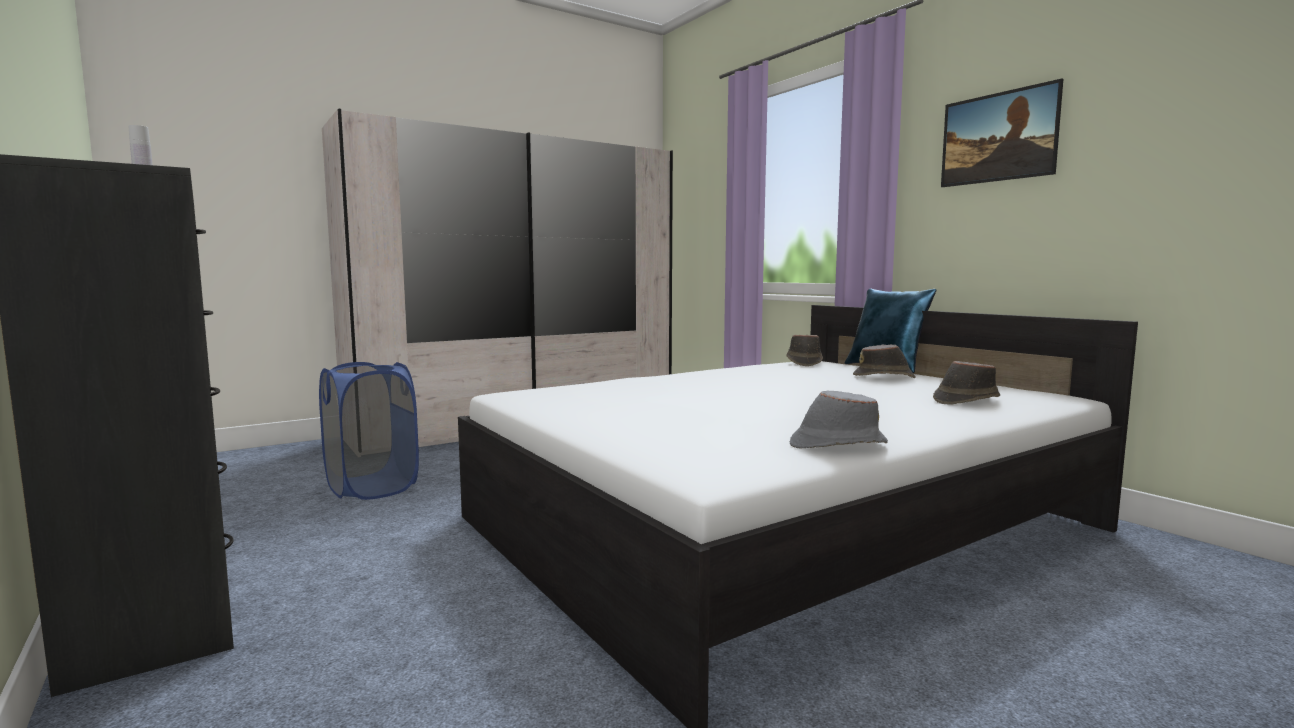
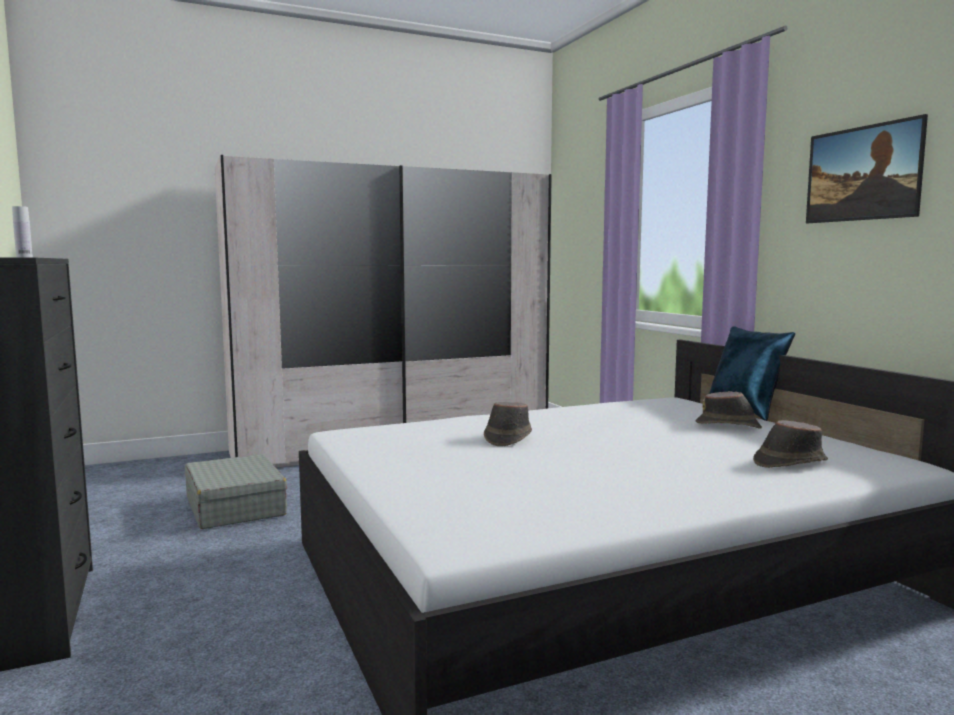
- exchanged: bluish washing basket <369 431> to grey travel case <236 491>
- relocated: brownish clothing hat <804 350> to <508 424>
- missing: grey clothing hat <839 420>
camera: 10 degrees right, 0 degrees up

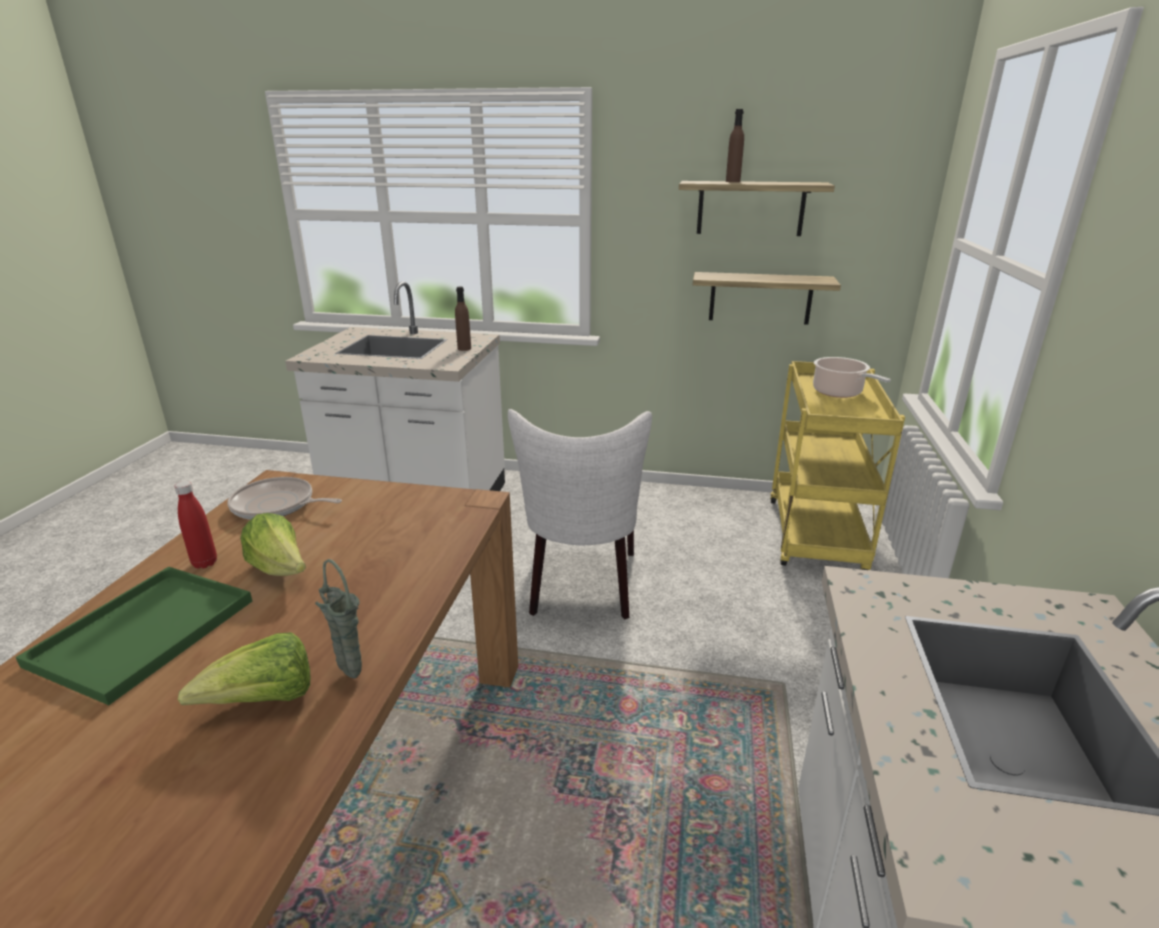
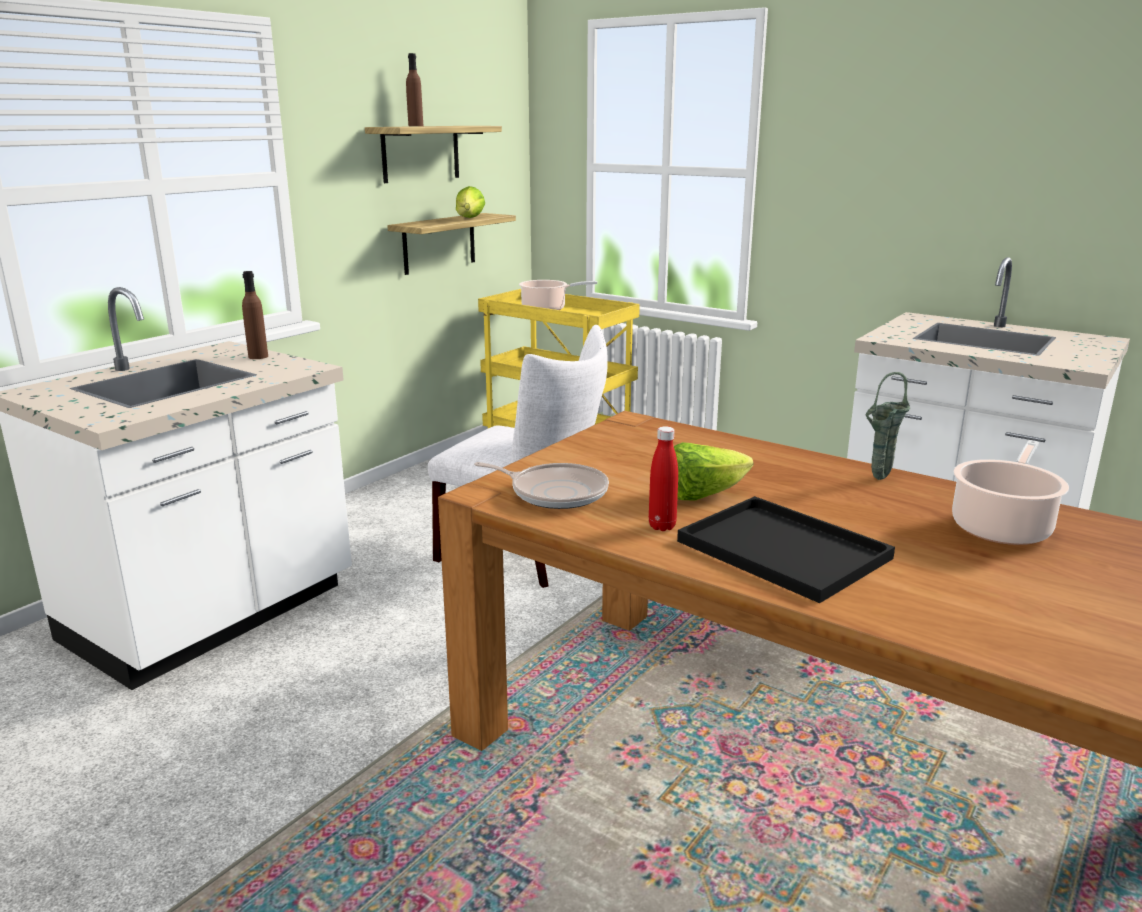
- relocated: lettuce <244 668> to <470 202>
- spun: pan <284 498> = <541 485> 105 degrees counterclockwise
- colour: green serving tray <134 636> to blackish serving tray <786 549>
- appeared: stockpot <1010 492>
camera: 65 degrees left, 5 degrees down

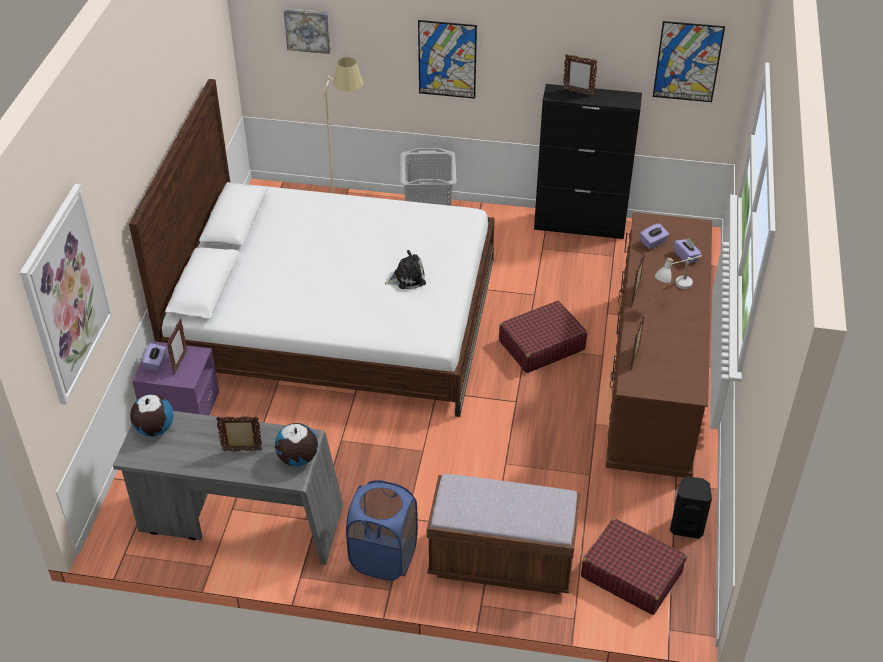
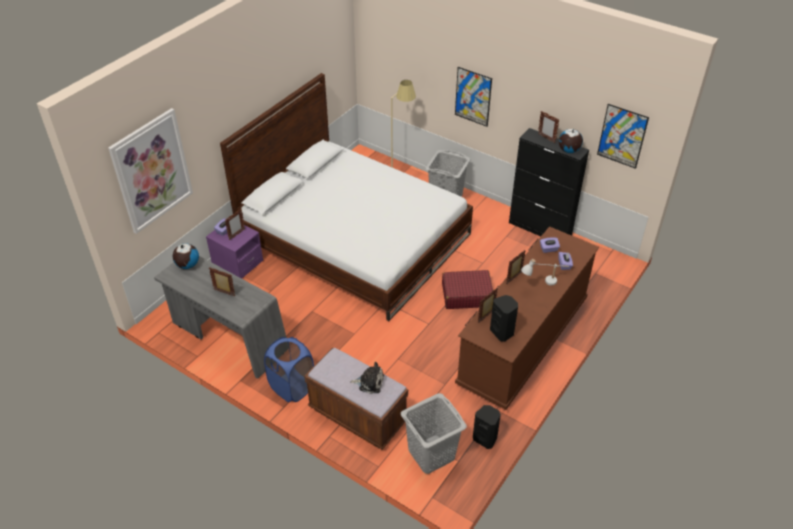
- relocated: plush toy <405 269> to <367 378>
- exchanged: red travel case <634 566> to grey washing basket <434 433>
- appeared: blackish loudspeaker <504 318>
- relocated: globe <296 444> to <571 141>
- missing: picture <307 31>
camera: 25 degrees right, 0 degrees up

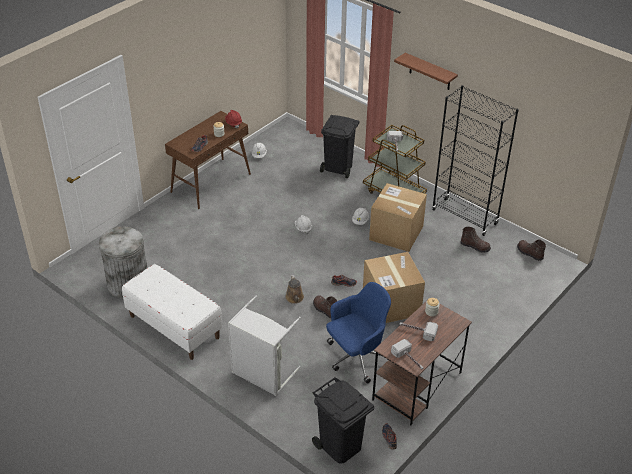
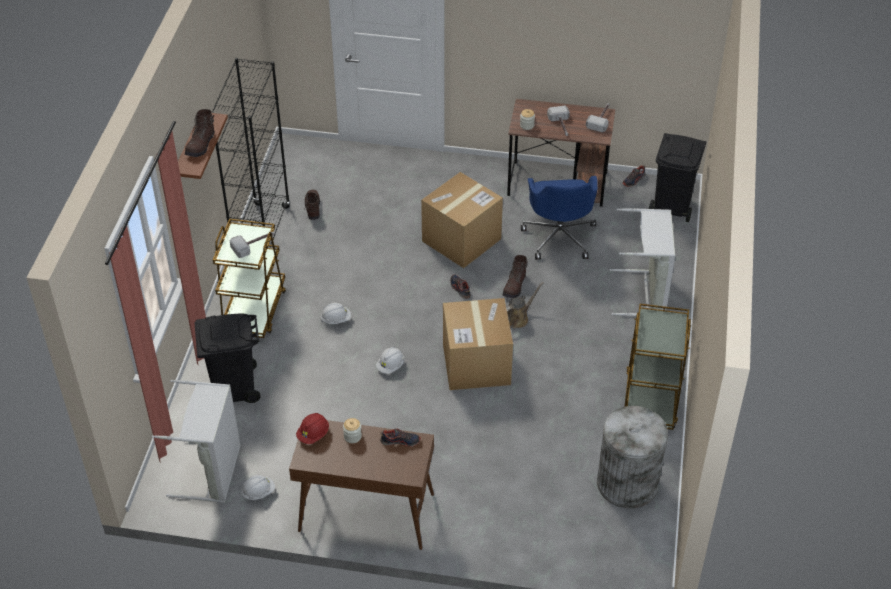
- appeared: grey washing basket <196 441>
- relocated: brownish boot <531 250> to <200 133>
- relocated: cardboard box <398 217> to <478 344>
- spun: bluish desk chair <358 332> = <559 218> 120 degrees counterclockwise
- exchanged: white-coloured long seat <172 312> to brownish wheeled cart <658 367>
camera: 120 degrees left, 5 degrees up

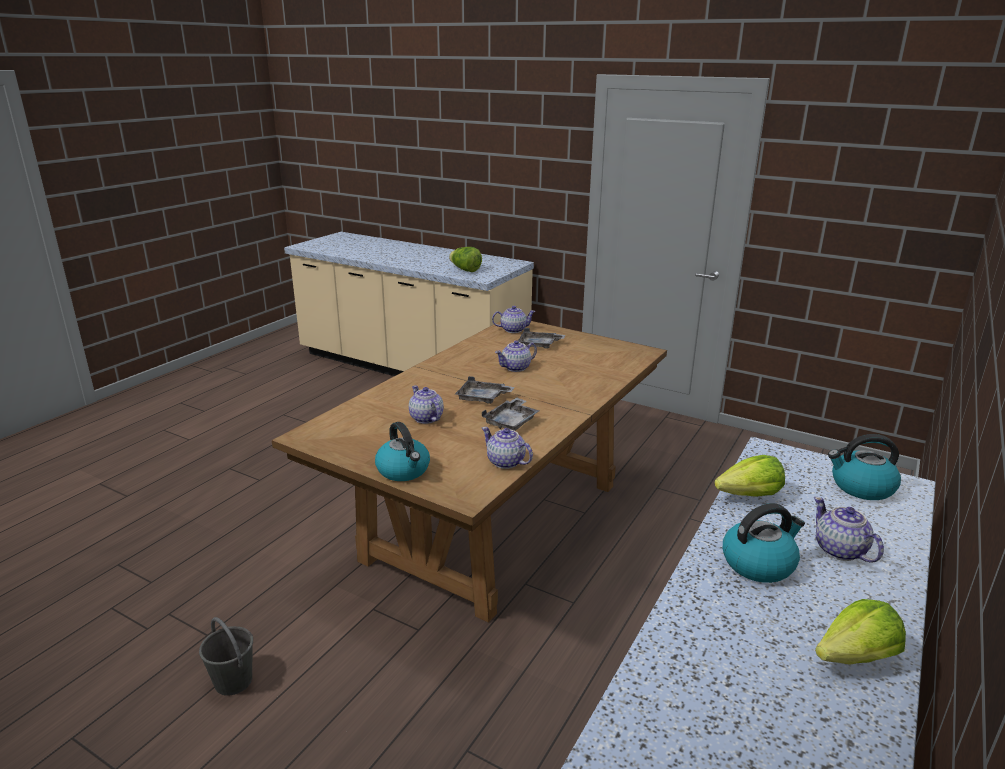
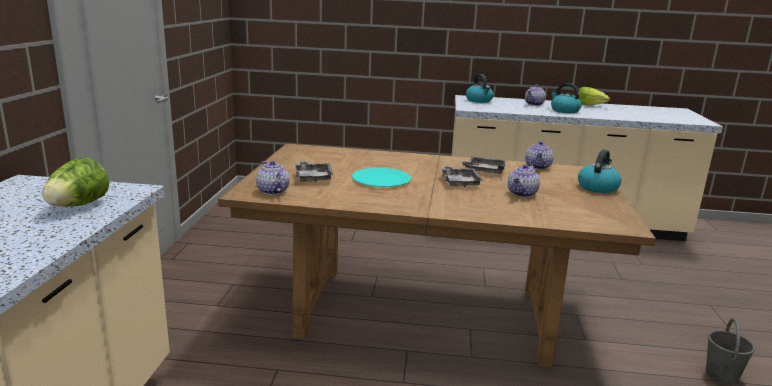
- exchanged: tea pot <516 356> to turquoise flat dish <381 177>
- missing: lettuce <749 476>
camera: 115 degrees left, 5 degrees down

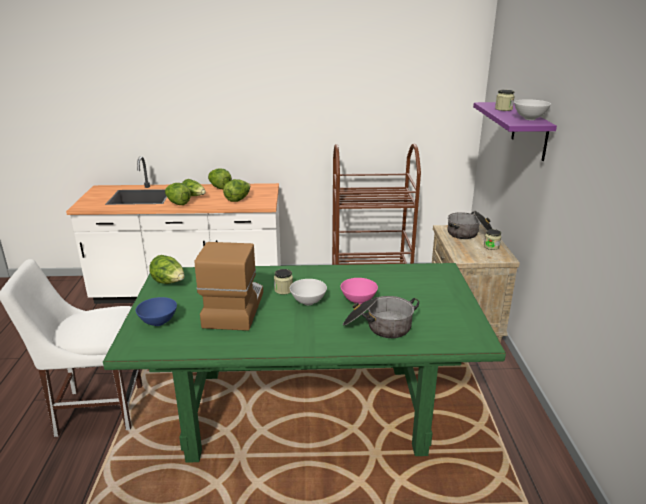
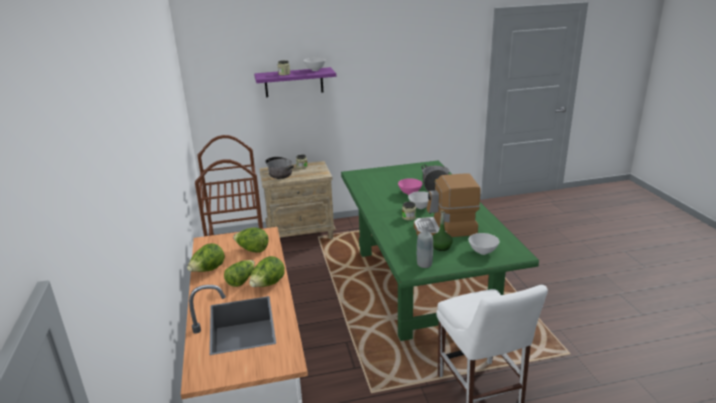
- exchanged: lettuce <167 269> to grey beverage bottle <425 246>
- appeared: green beverage bottle <443 230>
- colour: bluish serving bowl <156 311> to white-coloured serving bowl <483 244>
camera: 100 degrees left, 0 degrees up

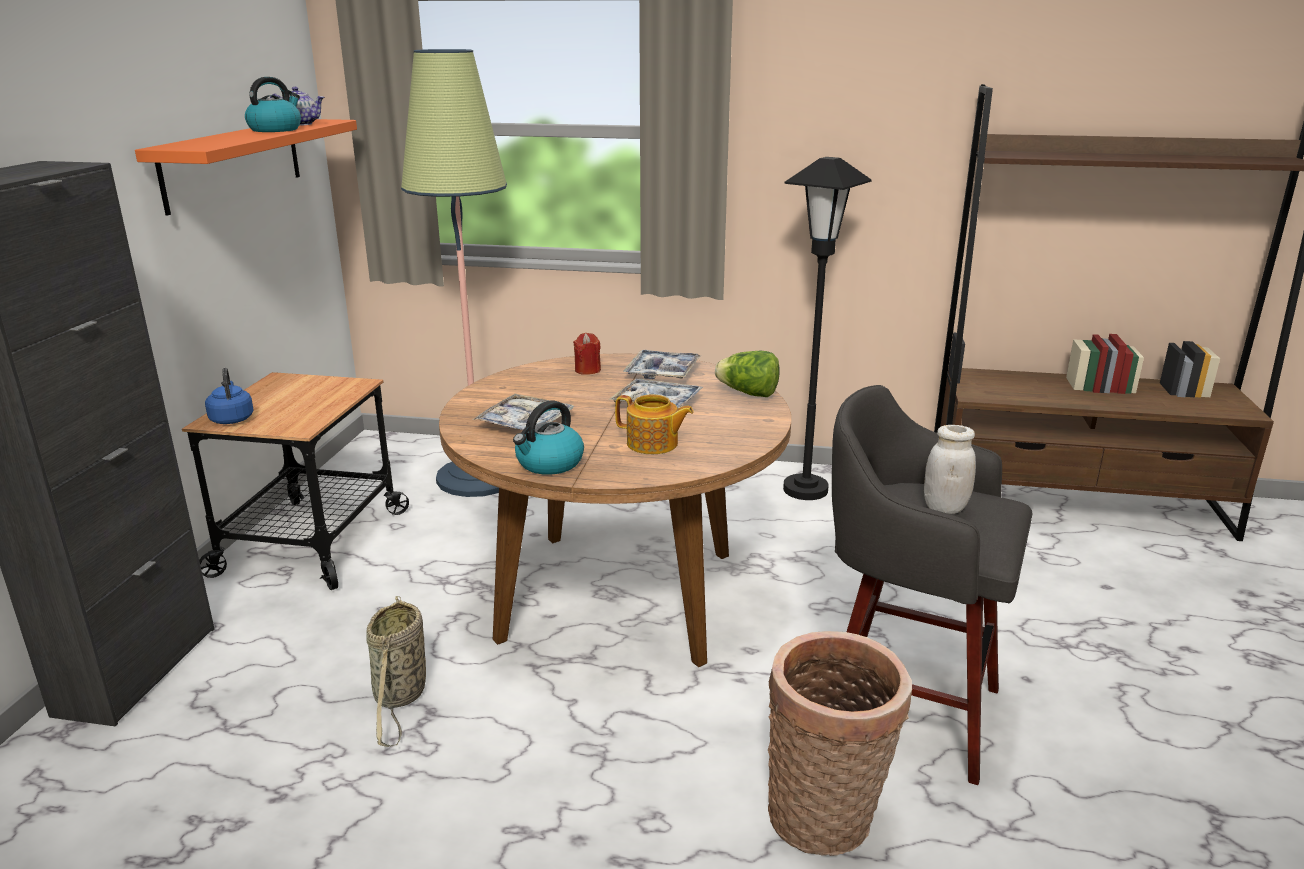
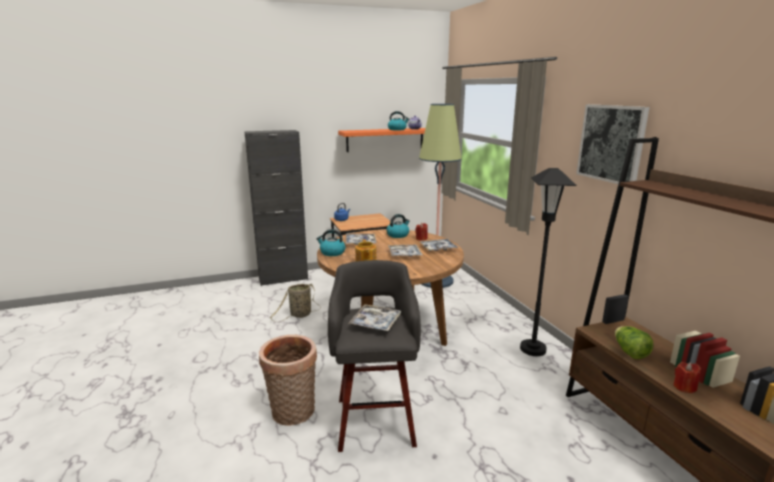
- exchanged: white-coloured preserve jar <950 469> to serving tray <374 317>
- appeared: water kettle <398 226>
- appeared: picture <613 144>
- relocated: lettuce <747 374> to <634 342>
- appeared: red candle <687 377>
camera: 60 degrees right, 5 degrees down

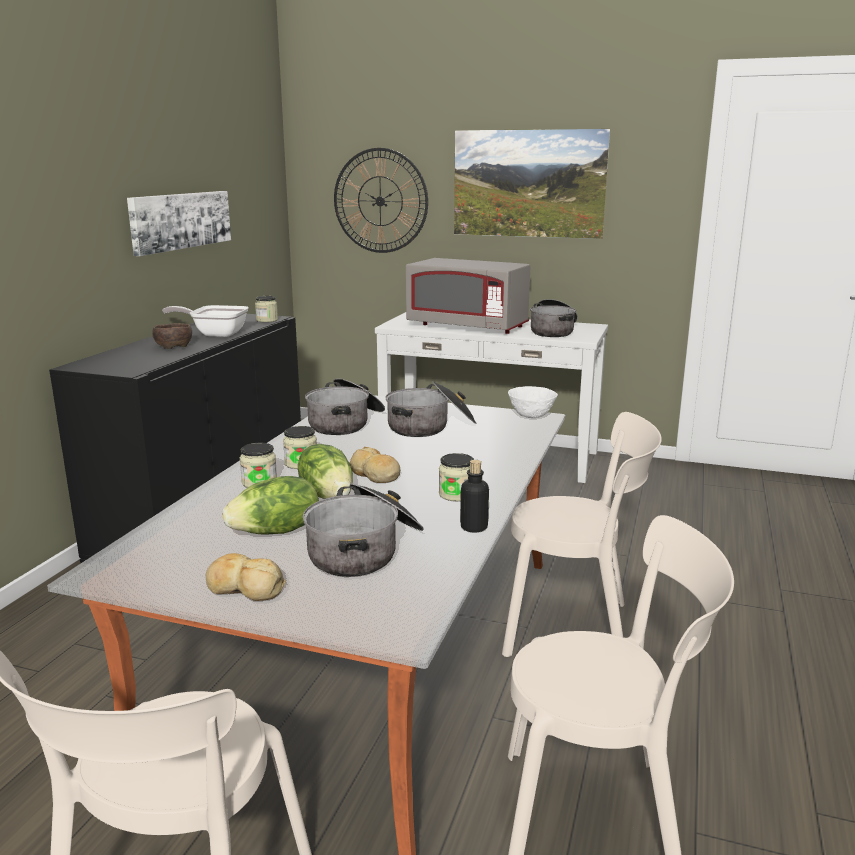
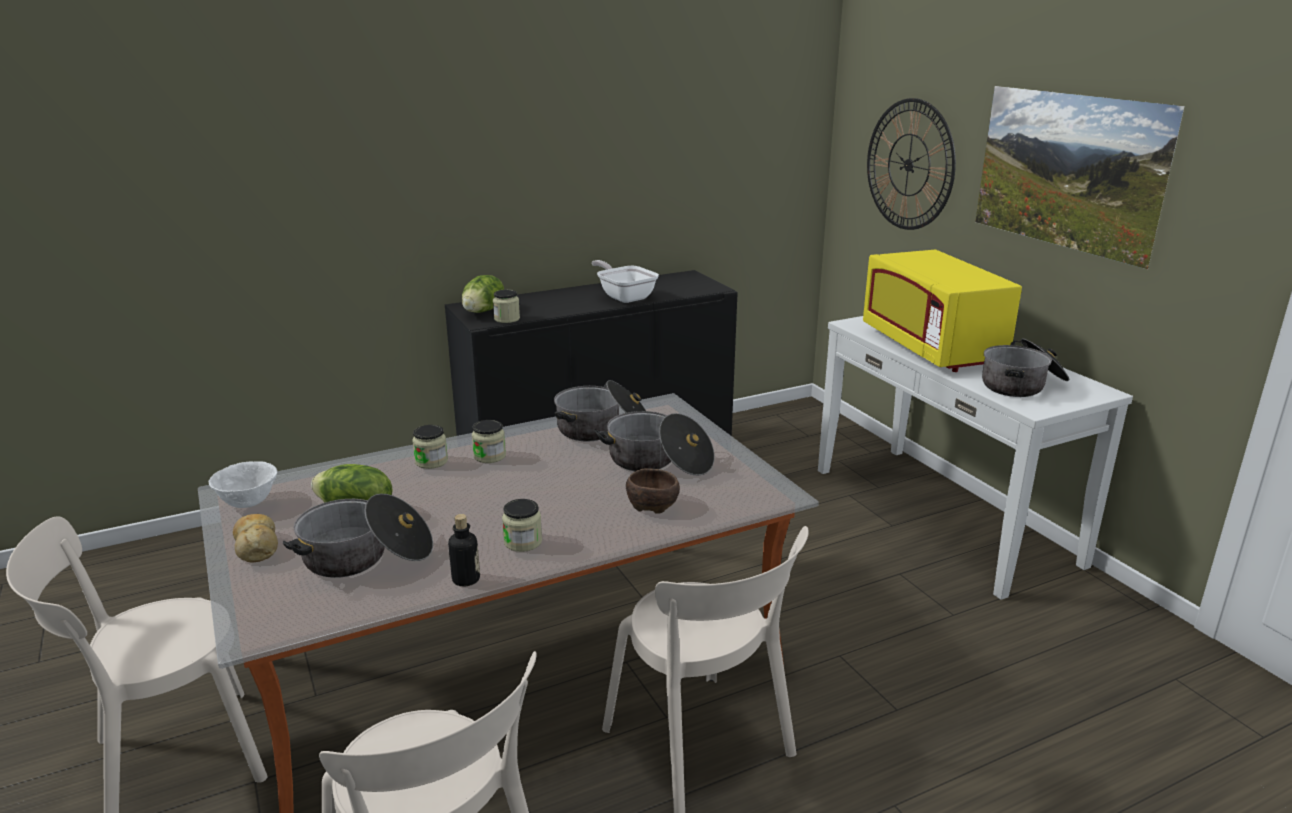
- relocated: white-coloured serving bowl <533 402> to <242 484>
- relocated: lettuce <325 471> to <483 294>
- relocated: preserve jar <266 309> to <506 306>
- relocated: brownish serving bowl <172 336> to <653 491>
- colour: grey microwave oven <468 296> to yellowish microwave oven <942 310>
- missing: picture <179 223>
- missing: baked bread <375 464>
camera: 45 degrees right, 5 degrees up

